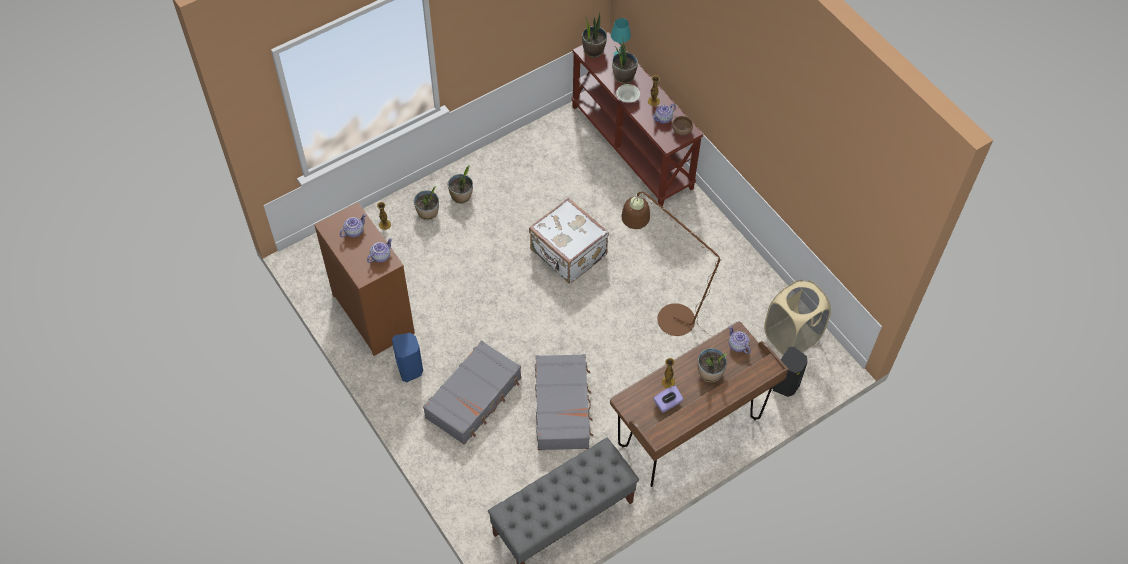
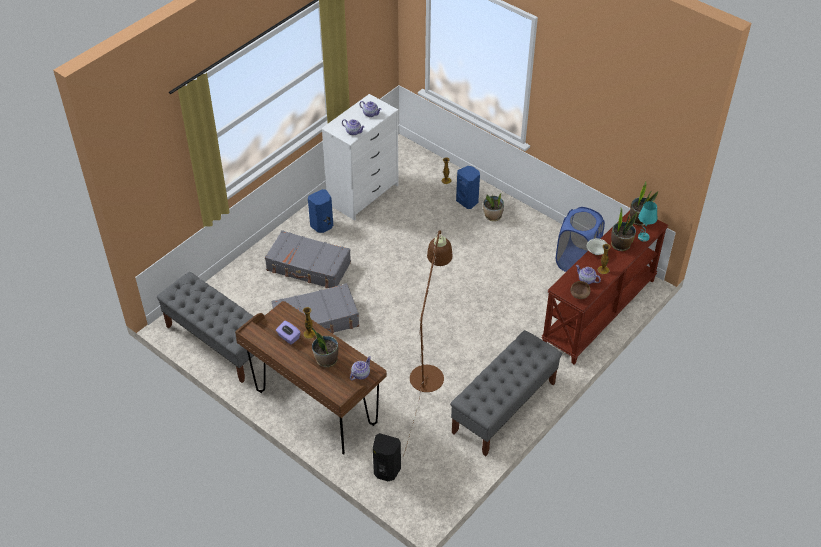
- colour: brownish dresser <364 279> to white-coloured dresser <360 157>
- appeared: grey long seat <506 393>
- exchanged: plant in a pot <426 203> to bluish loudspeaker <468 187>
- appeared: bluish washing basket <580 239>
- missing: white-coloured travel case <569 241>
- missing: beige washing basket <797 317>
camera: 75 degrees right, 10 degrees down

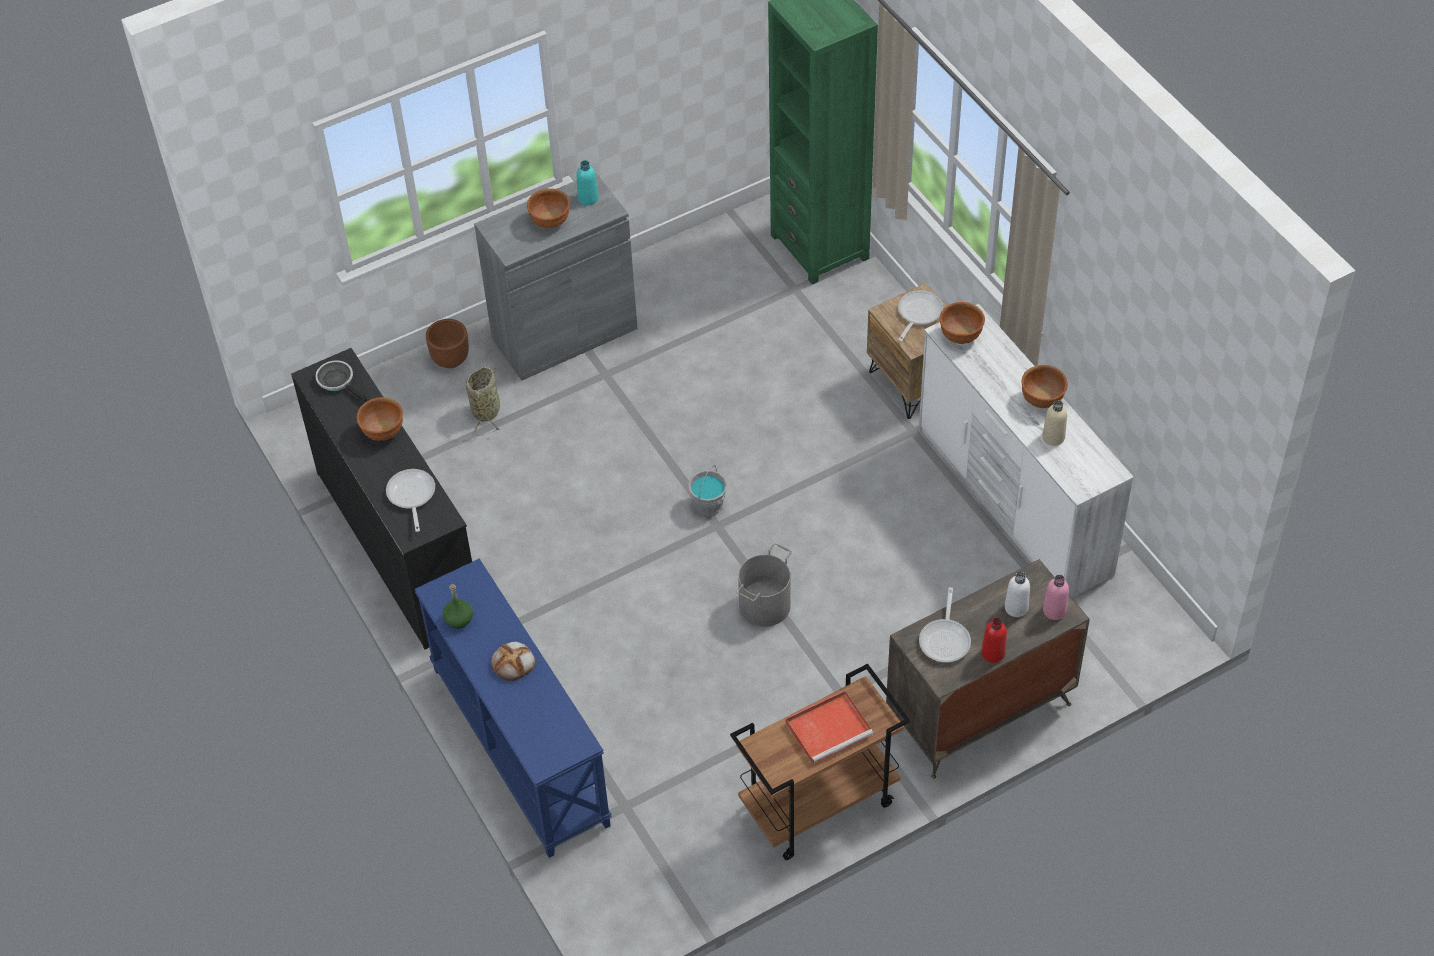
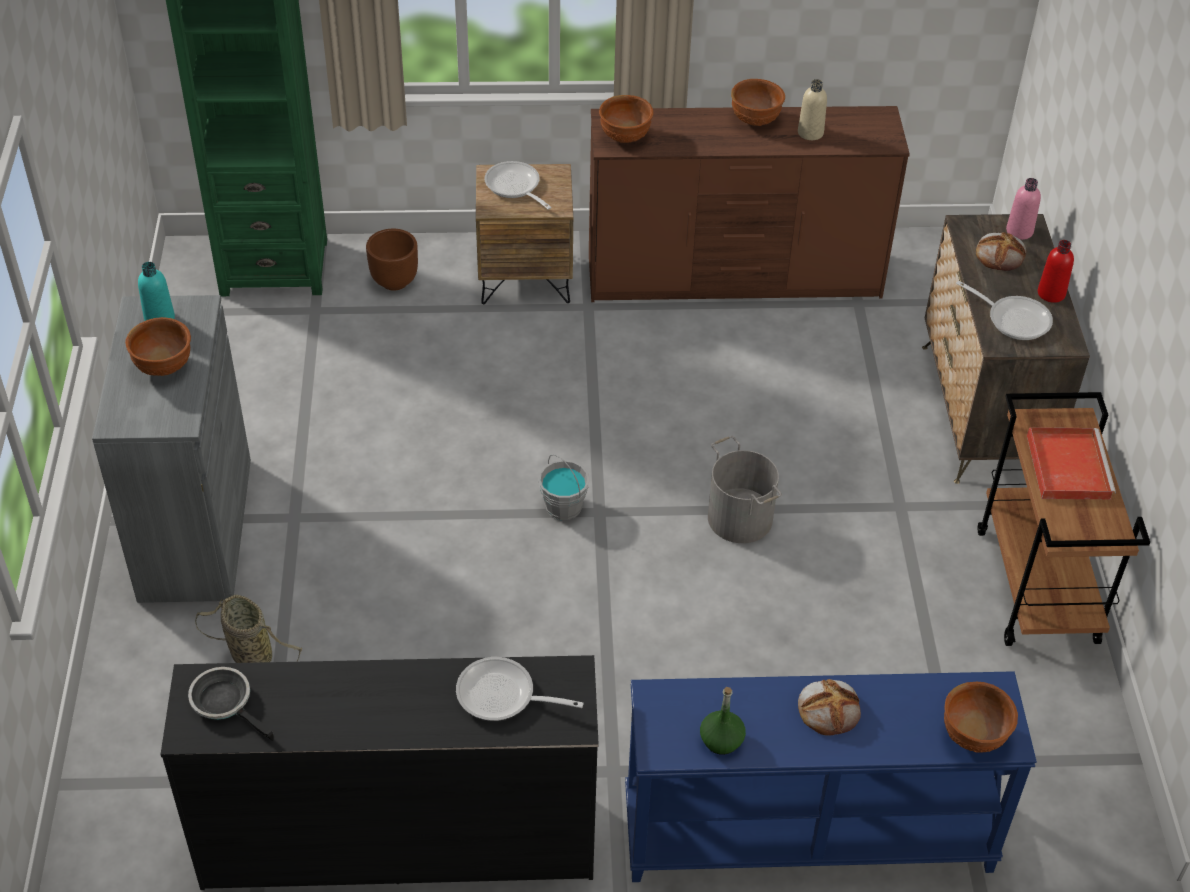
- spun: pan <341 381> = <231 704> 60 degrees clockwise
- relocated: brownish flower pot <447 343> to <392 260>
- colour: white-coloured dresser <1026 450> to brownish dresser <749 204>
- relocated: brownish serving bowl <380 419> to <981 717>
- exchanged: white-coloured beverage bottle <1017 594> to baked bread <1001 251>
camera: 65 degrees left, 5 degrees down

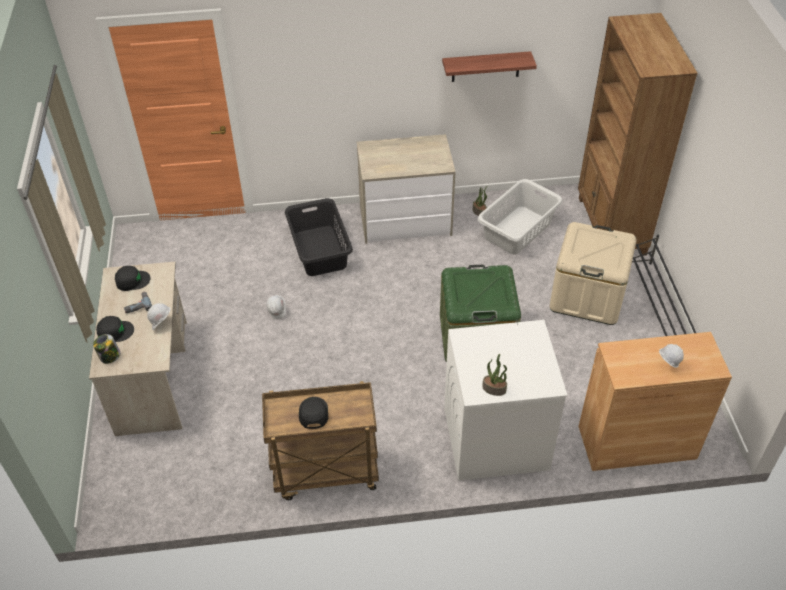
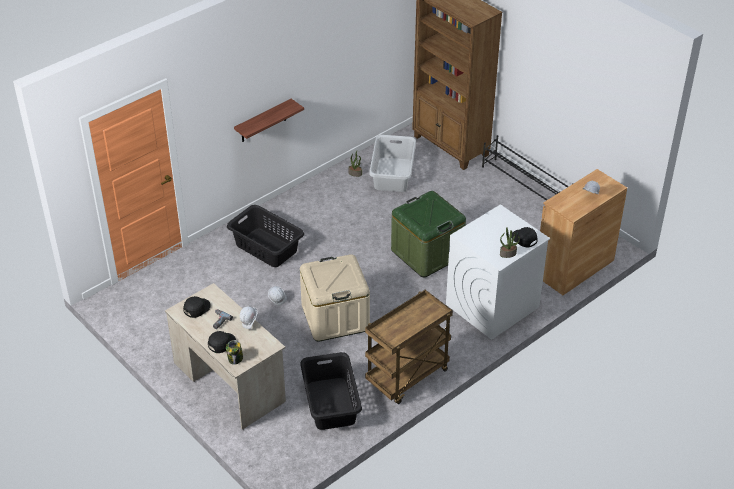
- relocated: shelf <489 66> to <269 120>
- relocated: beige storage container <593 273> to <335 298>
- appeared: blackish washing basket <331 391>
- relocated: blackish cap <313 413> to <525 237>
- missing: dresser <406 189>
camera: 35 degrees left, 5 degrees down

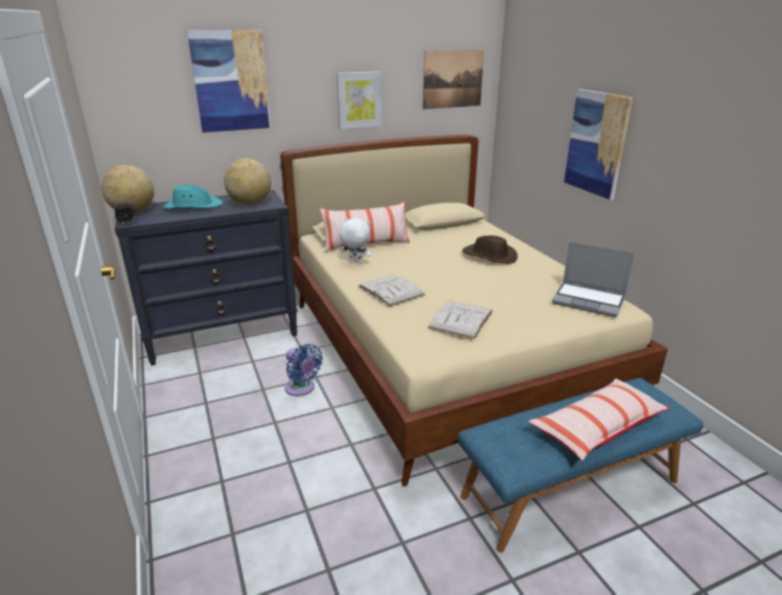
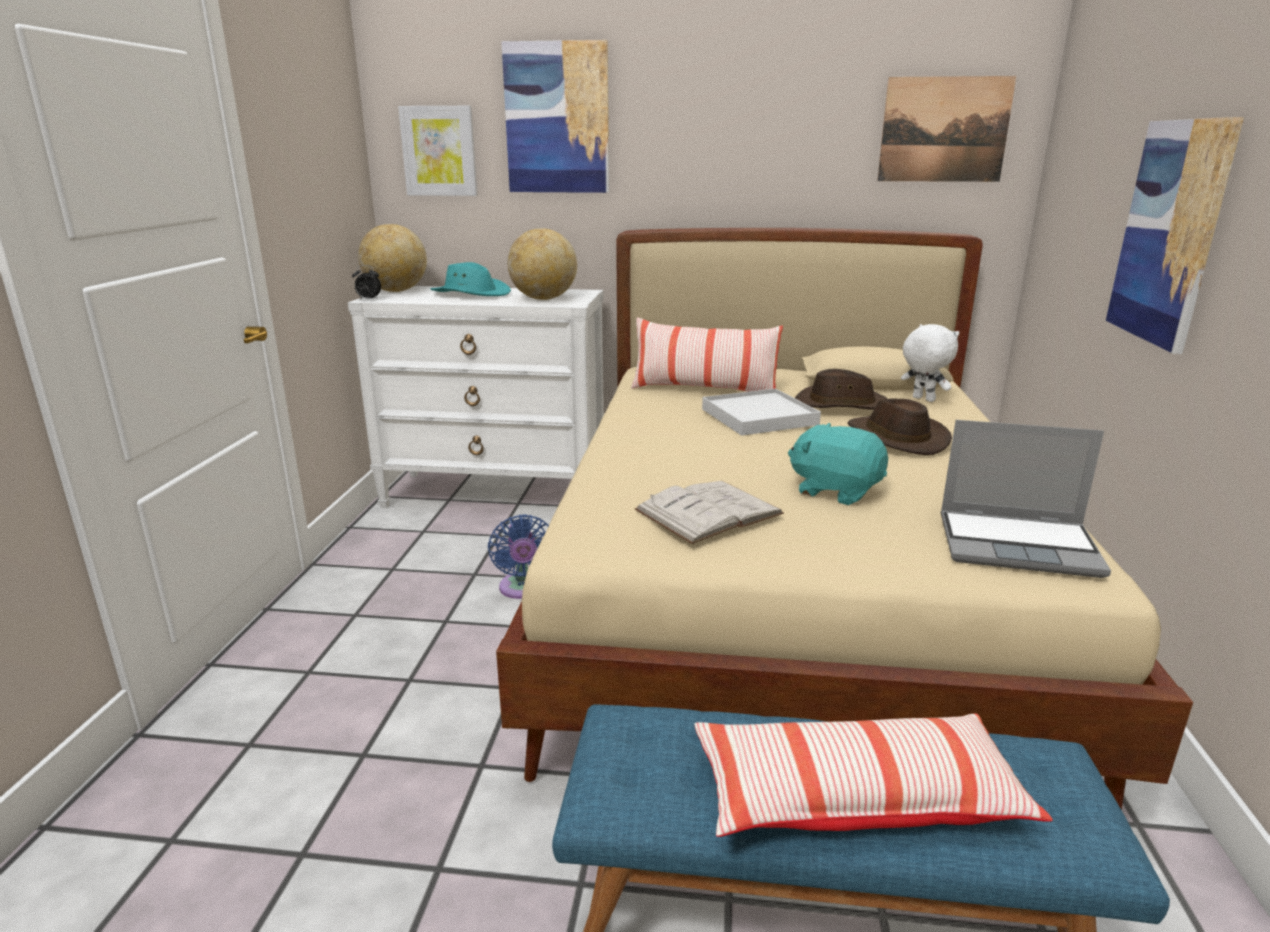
- colour: blackish dresser <206 278> to white-coloured dresser <476 397>
- relocated: picture <359 100> to <438 151>
- appeared: white-coloured serving tray <761 412>
- appeared: turquoise plush toy <838 464>
- appeared: brownish clothing hat <841 389>
- relocated: white-coloured plush toy <355 241> to <930 363>
- spun: notebook computer <593 279> = <1026 499> 45 degrees counterclockwise
- missing: white-coloured bound book <392 291>
camera: 30 degrees right, 5 degrees down

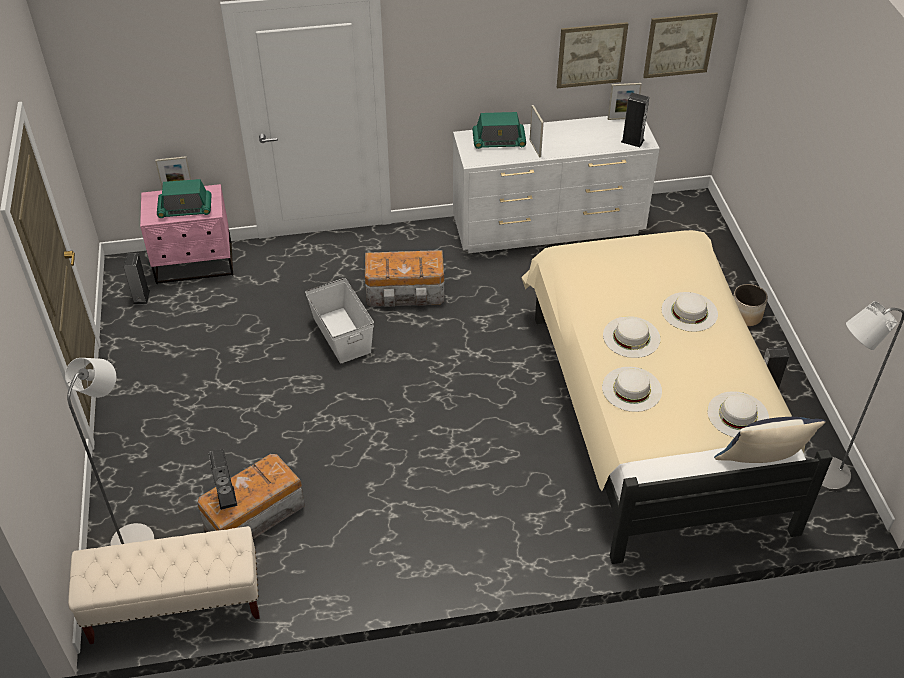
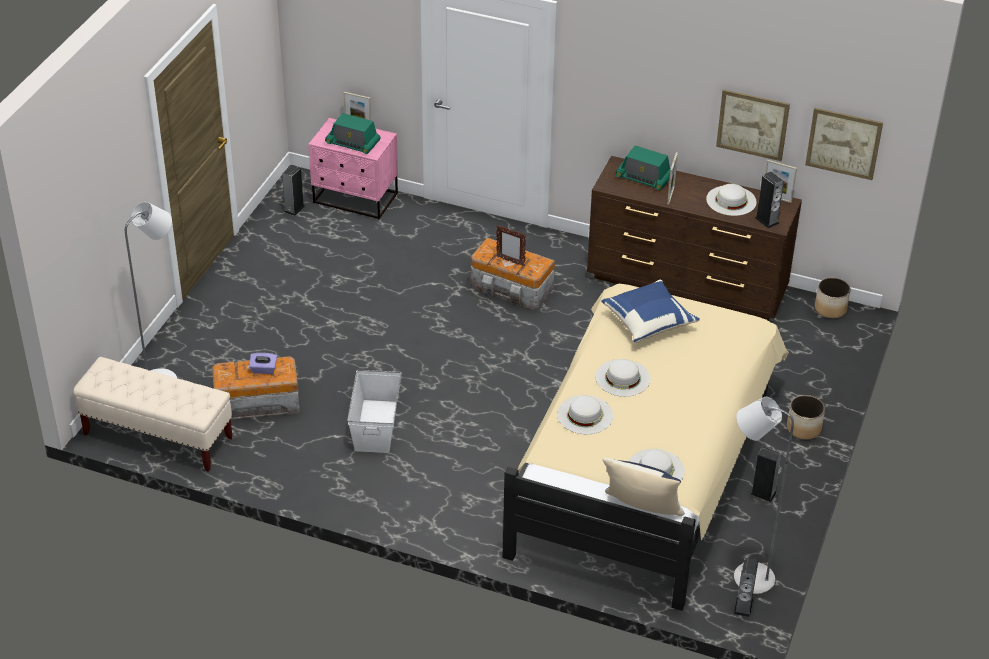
- appeared: purplish box of tissues <263 363>
- relocated: white-coloured storage container <339 321> to <374 411>
- appeared: picture frame <511 245>
- colour: white-coloured dresser <556 184> to brownish dresser <694 238>
- appeared: bluish throw pillow <650 311>
- relocated: white-coloured clothing hat <689 312> to <731 200>
- relocated: loudspeaker <223 479> to <746 587>
- appeared: flower pot <833 298>
camera: 30 degrees right, 5 degrees down

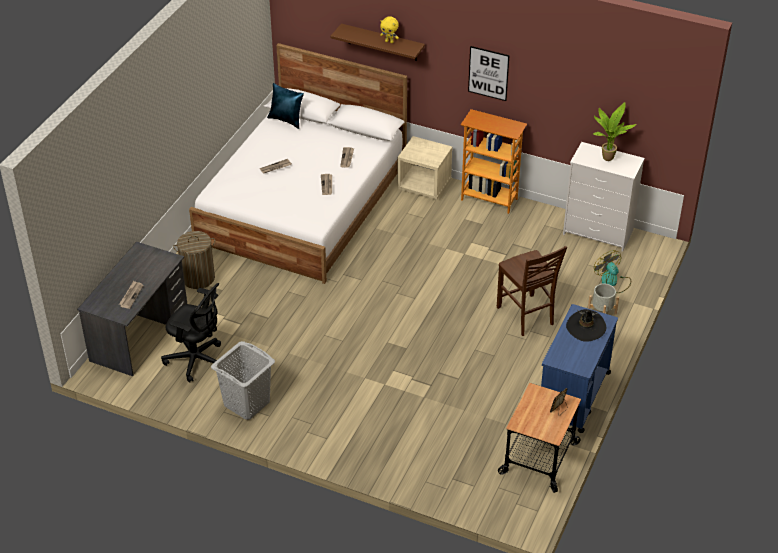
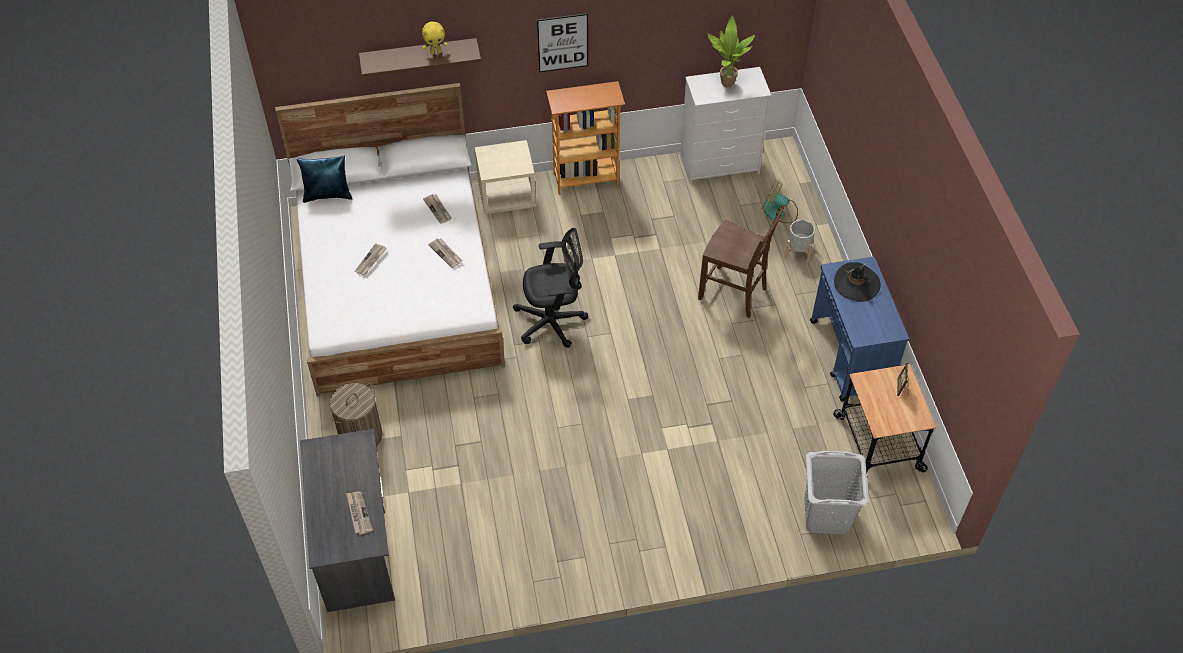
- relocated: blackish desk chair <191 333> to <550 288>
- relocated: grey washing basket <243 380> to <837 492>
camera: 35 degrees left, 10 degrees up

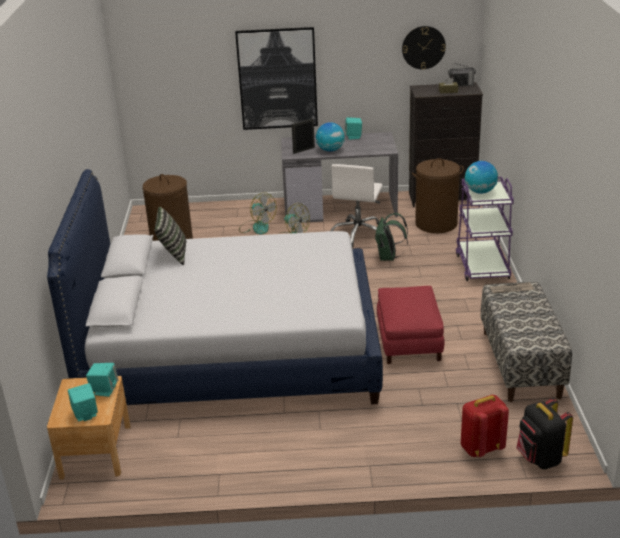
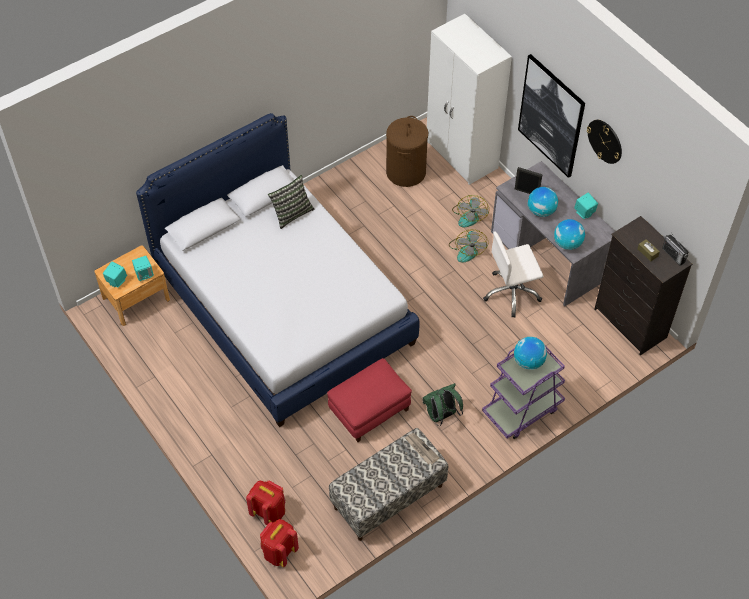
- colour: blackish backpack <544 433> to red backpack <279 543>
- relocated: green backpack <391 237> to <442 404>
- appeared: white-coloured clothes cupboard <469 99>
- appeared: globe <569 234>
- relocated: clock on the wall <424 48> to <604 142>
- missing: brownish washing basket <438 195>
camera: 55 degrees right, 25 degrees up

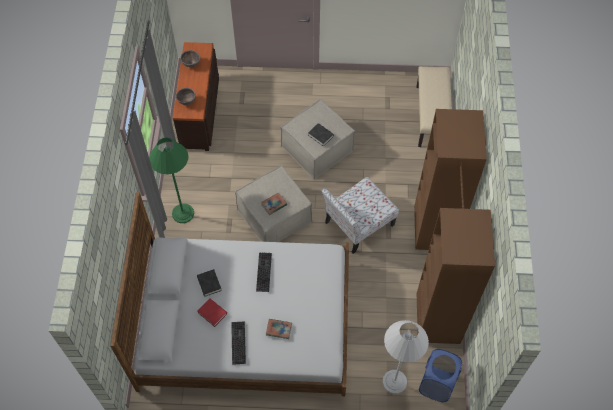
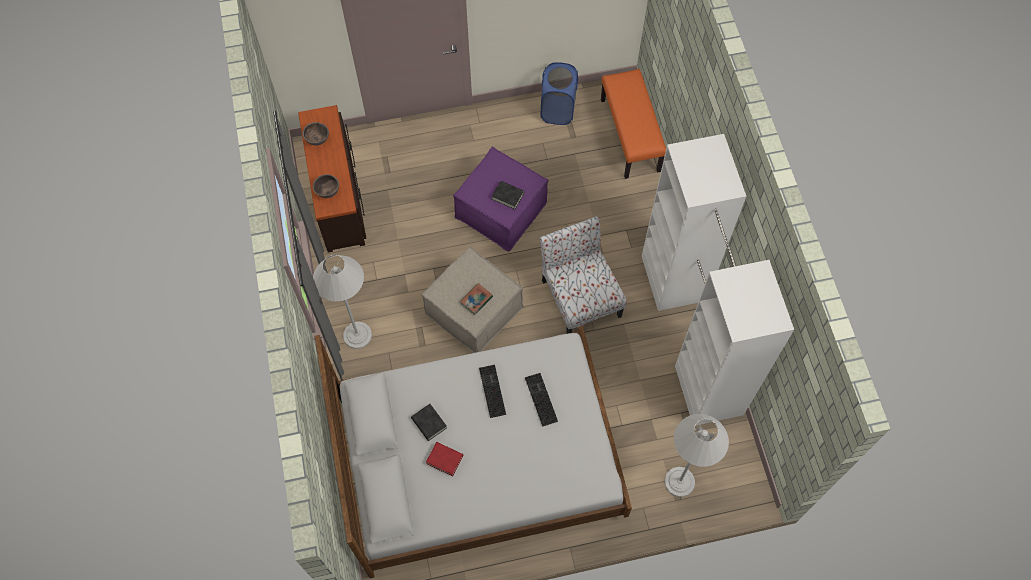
- colour: green standing lamp <171 180> to white-coloured standing lamp <342 302>
- colour: beige ottoman <317 139> to purplish ottoman <500 199>
- relocated: PC keyboard <238 343> to <541 400>
- spun: plain chair <360 215> = <583 275> 120 degrees clockwise
- relocated: bluish washing basket <440 375> to <559 93>
- colour: beige long seat <434 106> to orangey long seat <633 124>
- colour: brownish clothes cupboard <454 226> to white-coloured clothes cupboard <718 280>
- missing: bound book <279 329>
camera: 15 degrees left, 5 degrees up

